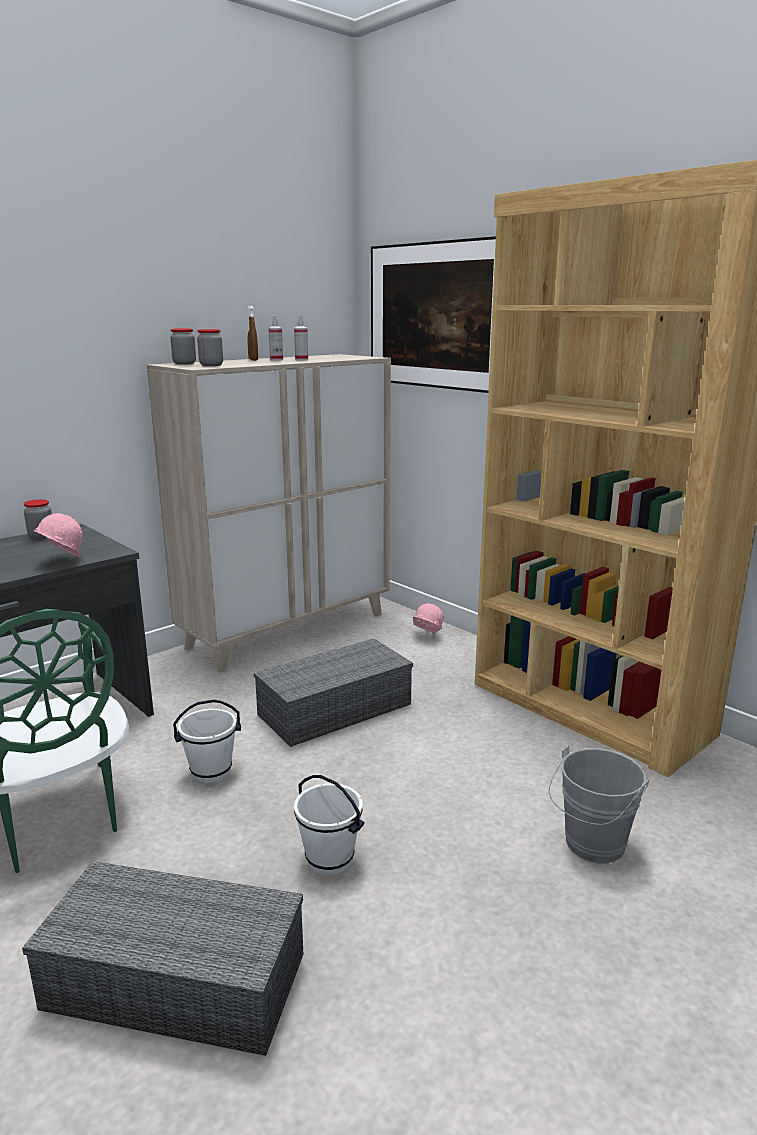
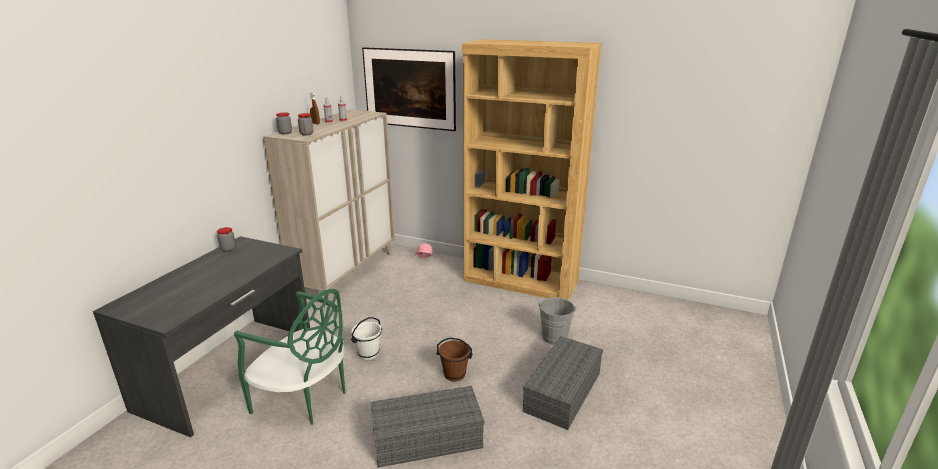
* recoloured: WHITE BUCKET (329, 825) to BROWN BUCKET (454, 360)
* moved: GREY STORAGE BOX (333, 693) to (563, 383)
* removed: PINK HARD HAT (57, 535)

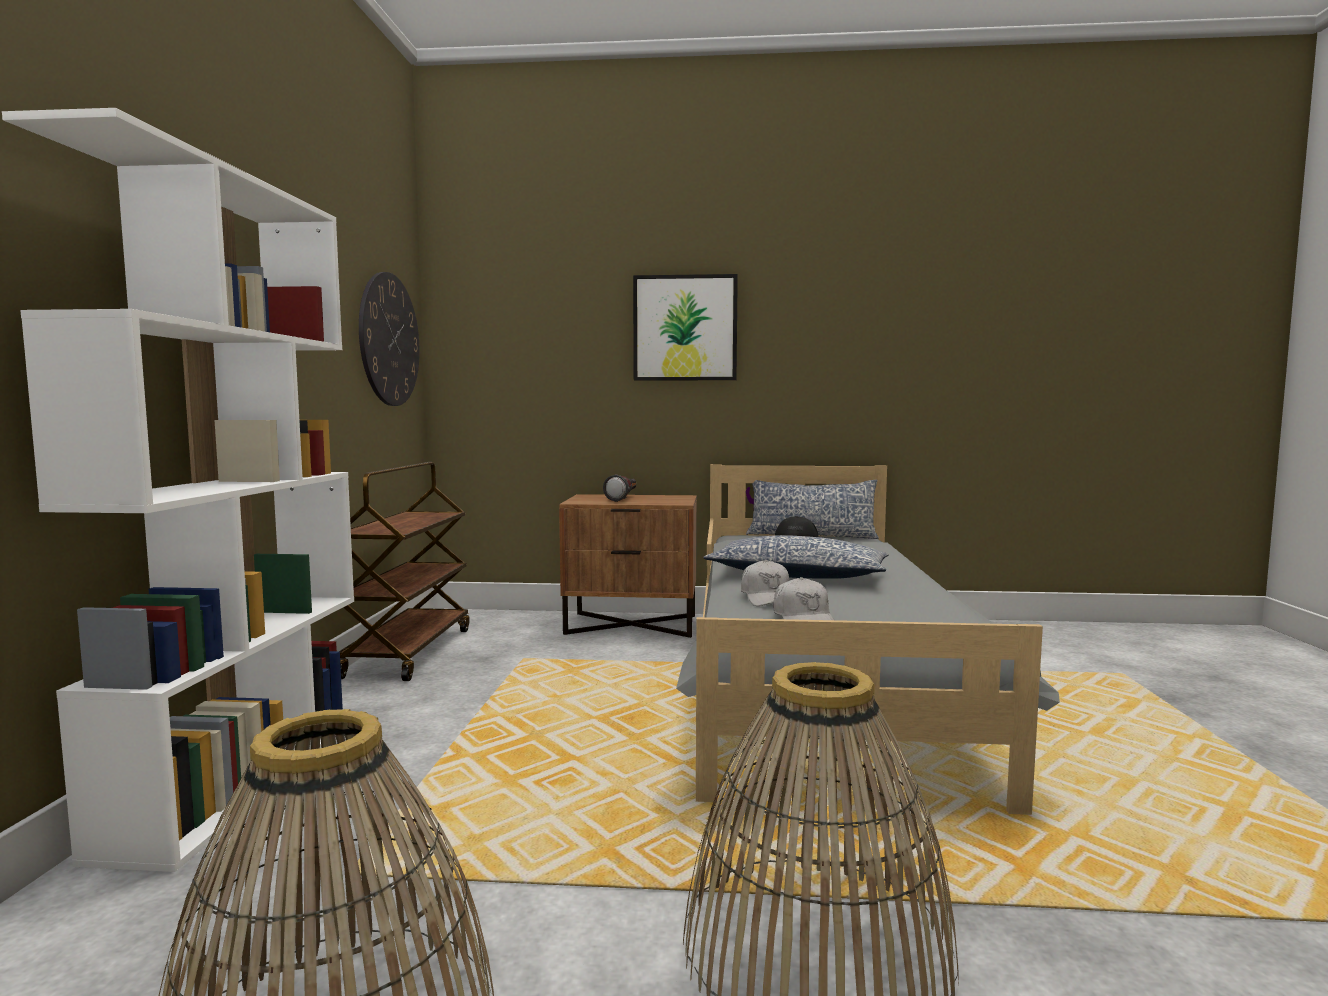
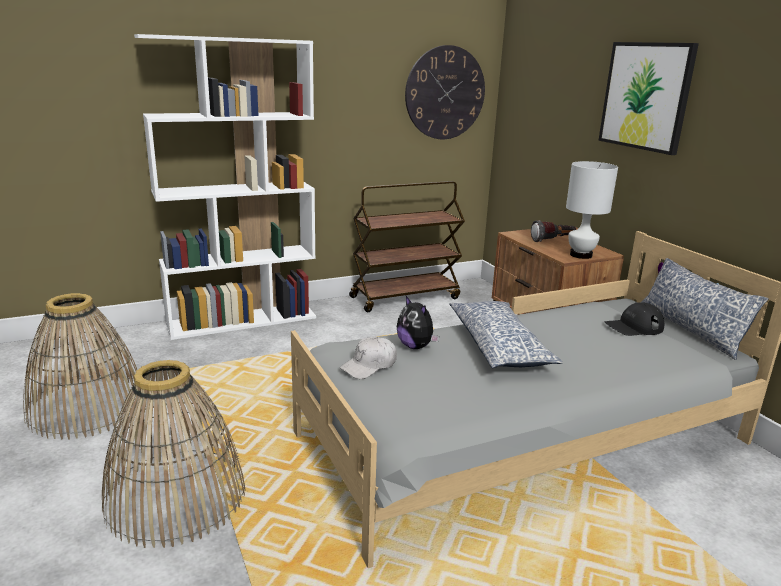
* replaced: WHITE CAP (765, 583) to PLUSH TOY (418, 322)
* added: WHITE TABLE LAMP (592, 210)

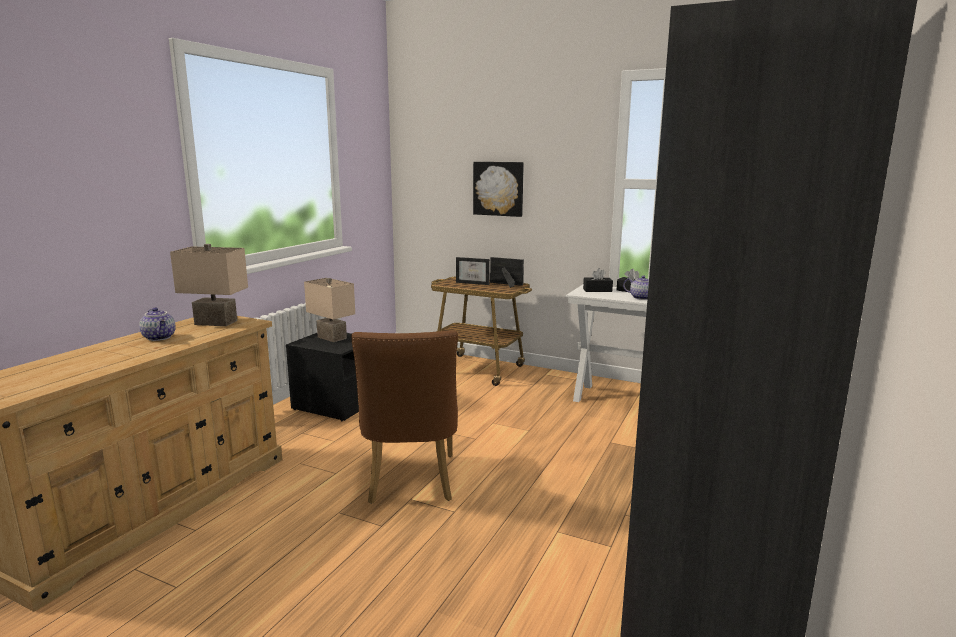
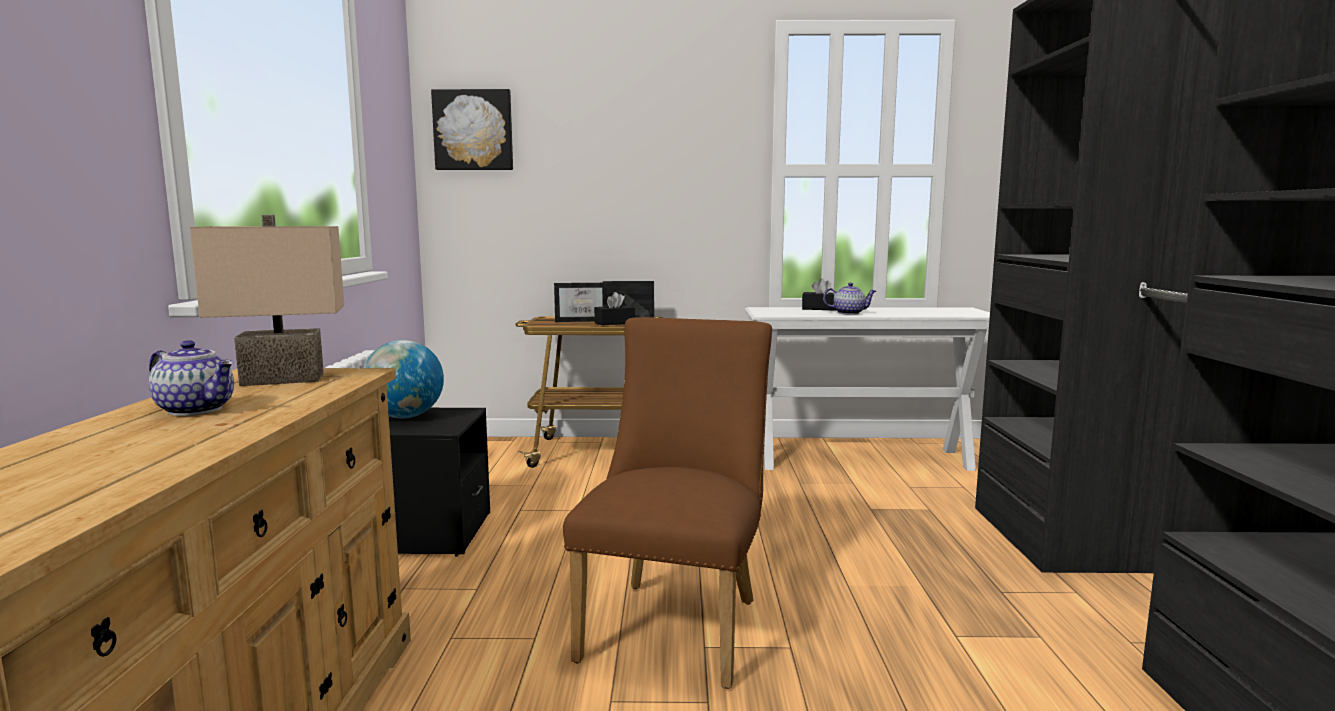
* replaced: BEIGE TABLE LAMP (329, 310) to GLOBE (403, 379)
* moved: PICTURE (498, 189) to (472, 129)
* turned: BROWN CHAIR (404, 417) = (667, 503) 135 degrees counterclockwise
* moved: BLACK TISSUE BOX (598, 280) to (614, 308)

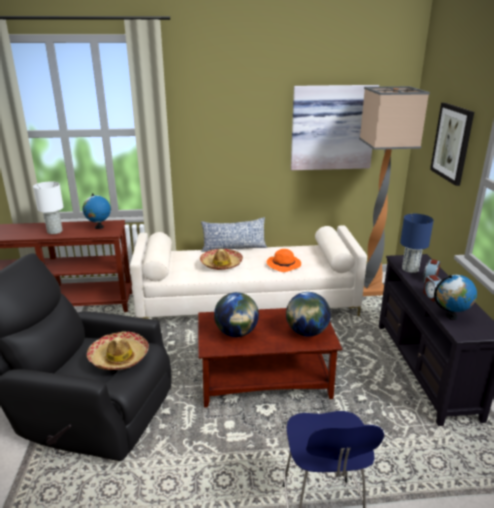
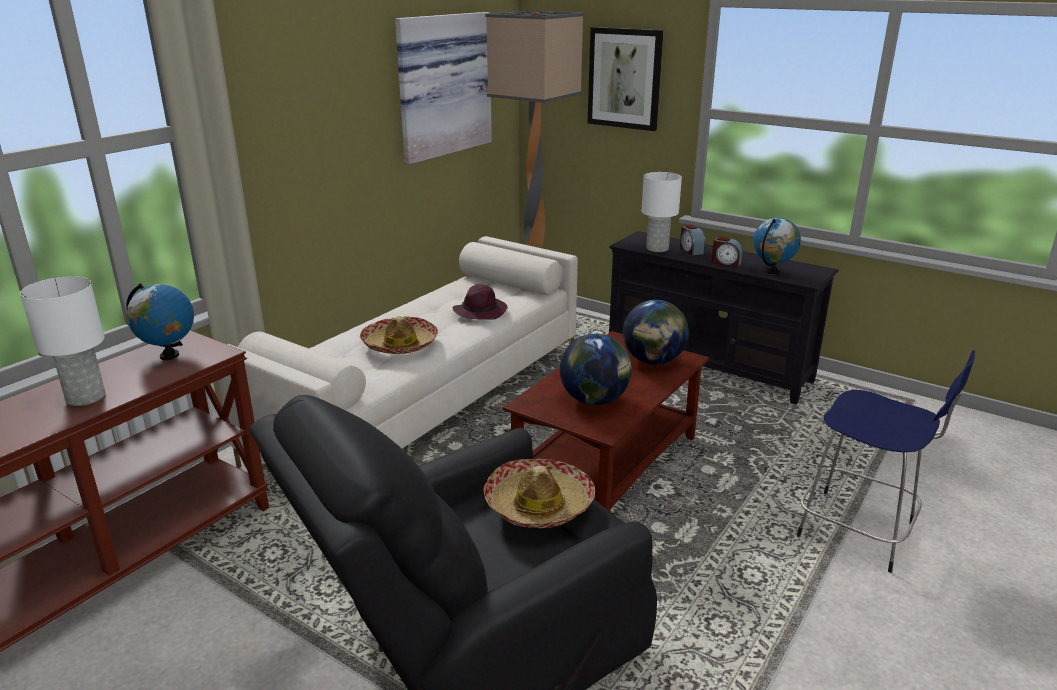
* recoloured: ORANGE HAT (284, 260) to PURPLE HAT (480, 302)
* recoloured: BLUE TABLE LAMP (417, 243) to WHITE TABLE LAMP (661, 212)
* removed: PILLOW (234, 234)

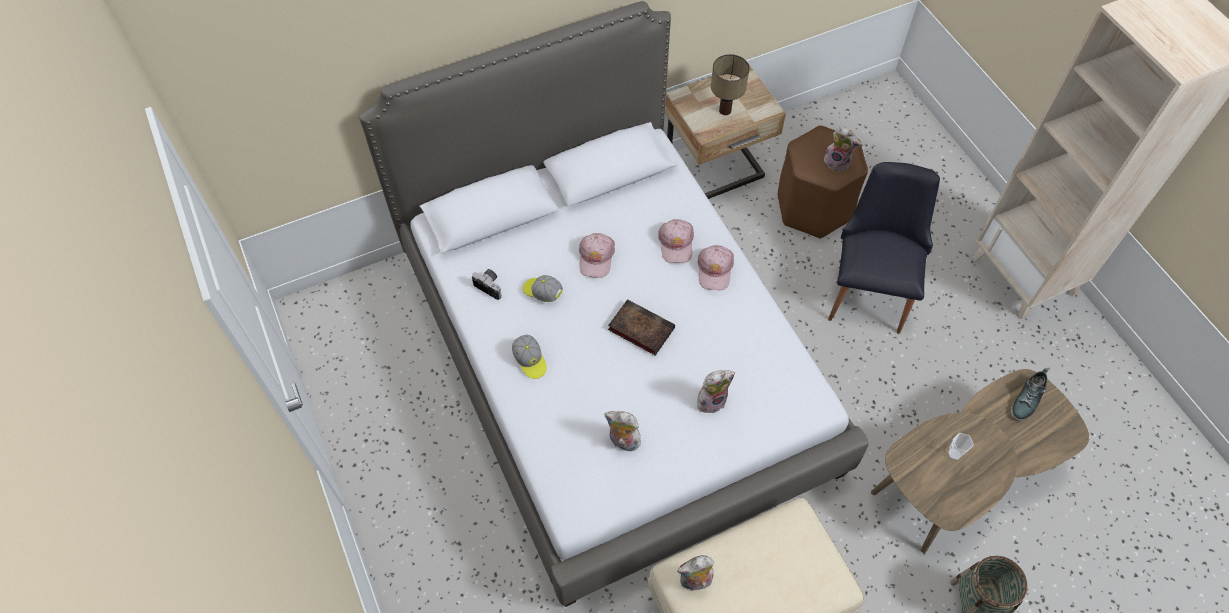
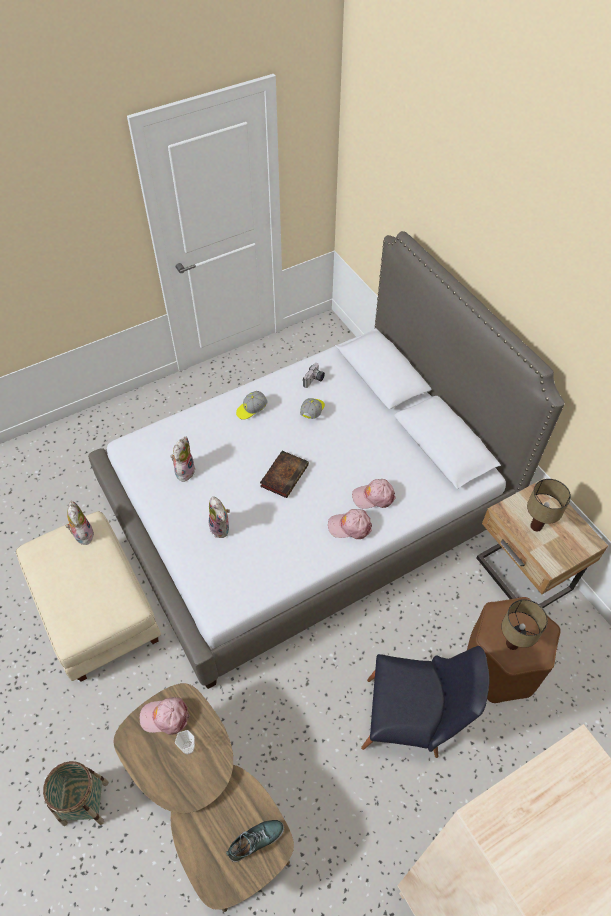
* moved: PINK CAP (597, 255) to (164, 716)
* turned: SHOE (1029, 394) = (255, 841) 120 degrees clockwise
* replaced: PLUSH TOY (842, 149) to TABLE LAMP (524, 624)

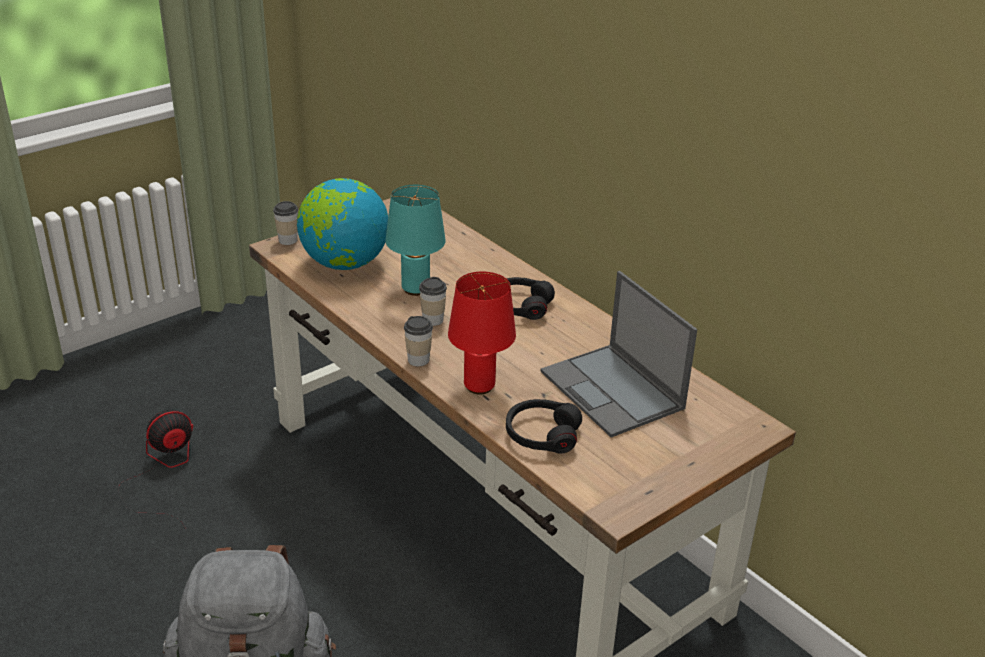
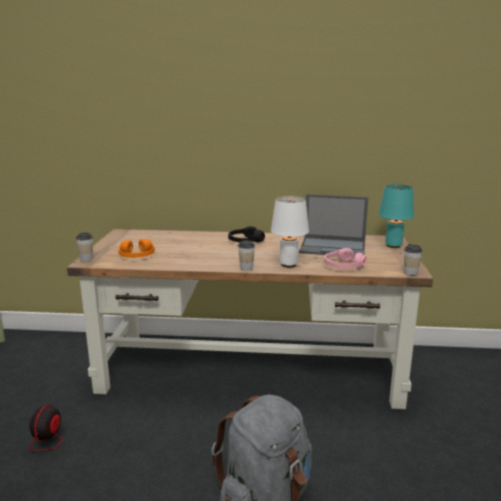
* replaced: GLOBE (342, 224) to ORANGE HEADPHONES (136, 248)
* recoloured: RED TABLE LAMP (482, 333) to WHITE TABLE LAMP (290, 232)
* recoloured: BLACK HEADPHONES (544, 426) to PINK HEADPHONES (345, 258)
* moved: TURQUOISE TABLE LAMP (416, 240) to (396, 216)
* moved: CUP (433, 301) to (413, 259)

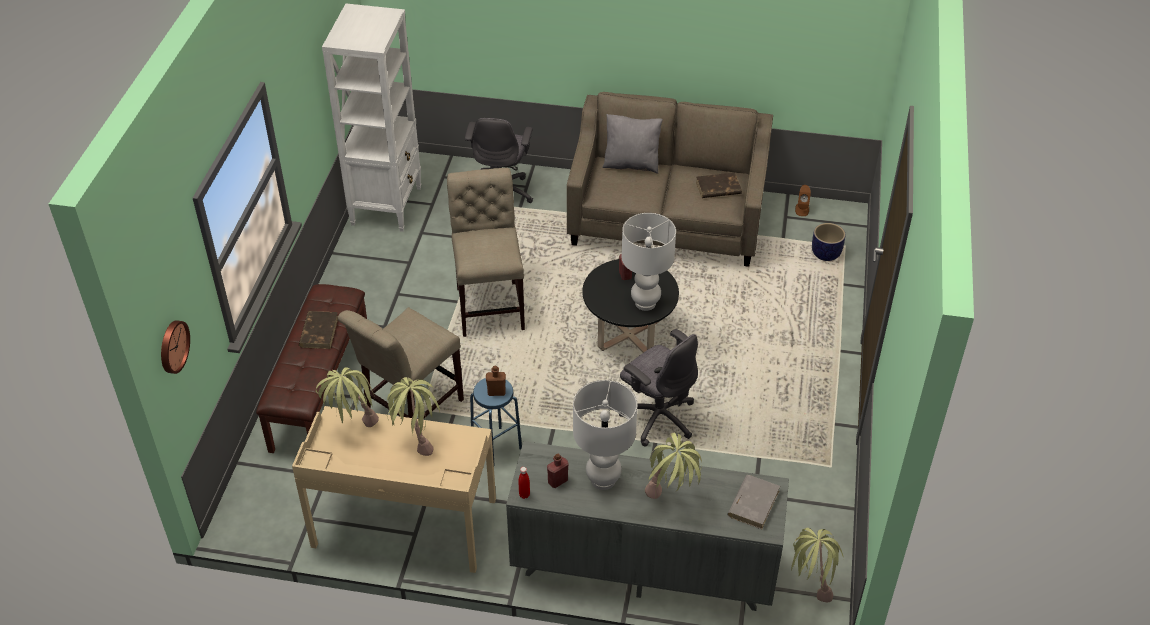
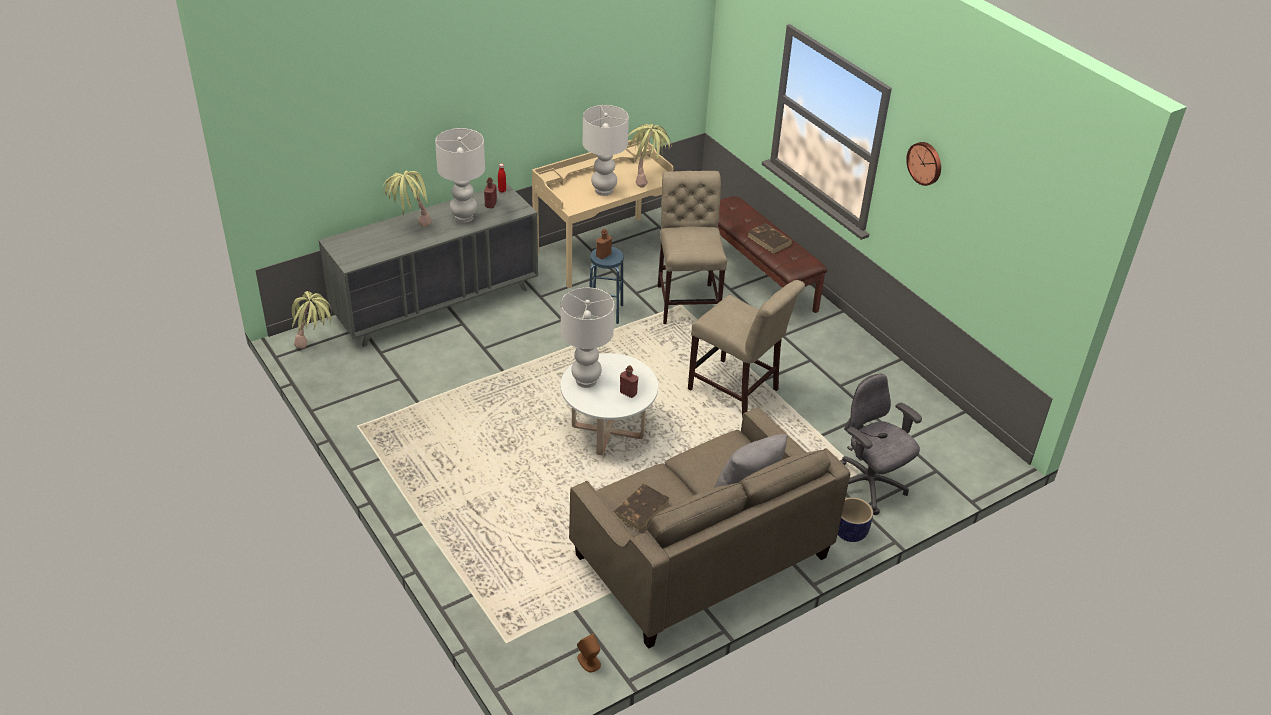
* recoloured: BLACK COFFEE TABLE (630, 306) to WHITE COFFEE TABLE (609, 404)
* replaced: POTTED PLANT (413, 416) to WHITE TABLE LAMP (606, 150)
* moved: PLANTER (829, 242) to (855, 519)
* moved: WALL CLOCK (175, 347) to (923, 164)
* removed: WHITE BOOKCASE (371, 118)
* removed: GREY OFFICE CHAIR (658, 388)
* removed: GREY BOOK (753, 502)

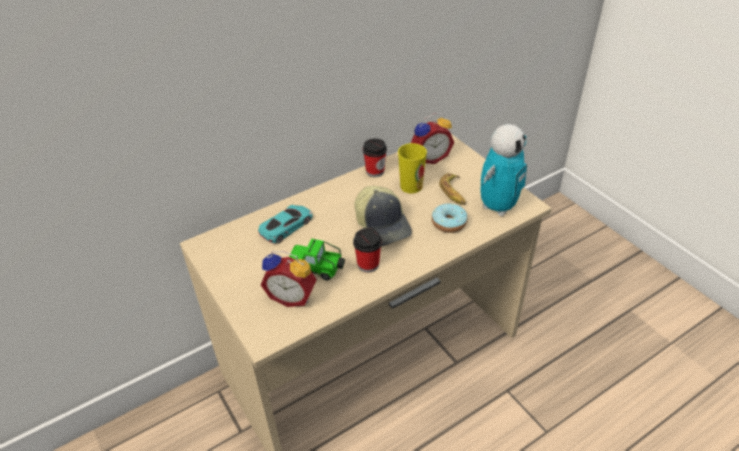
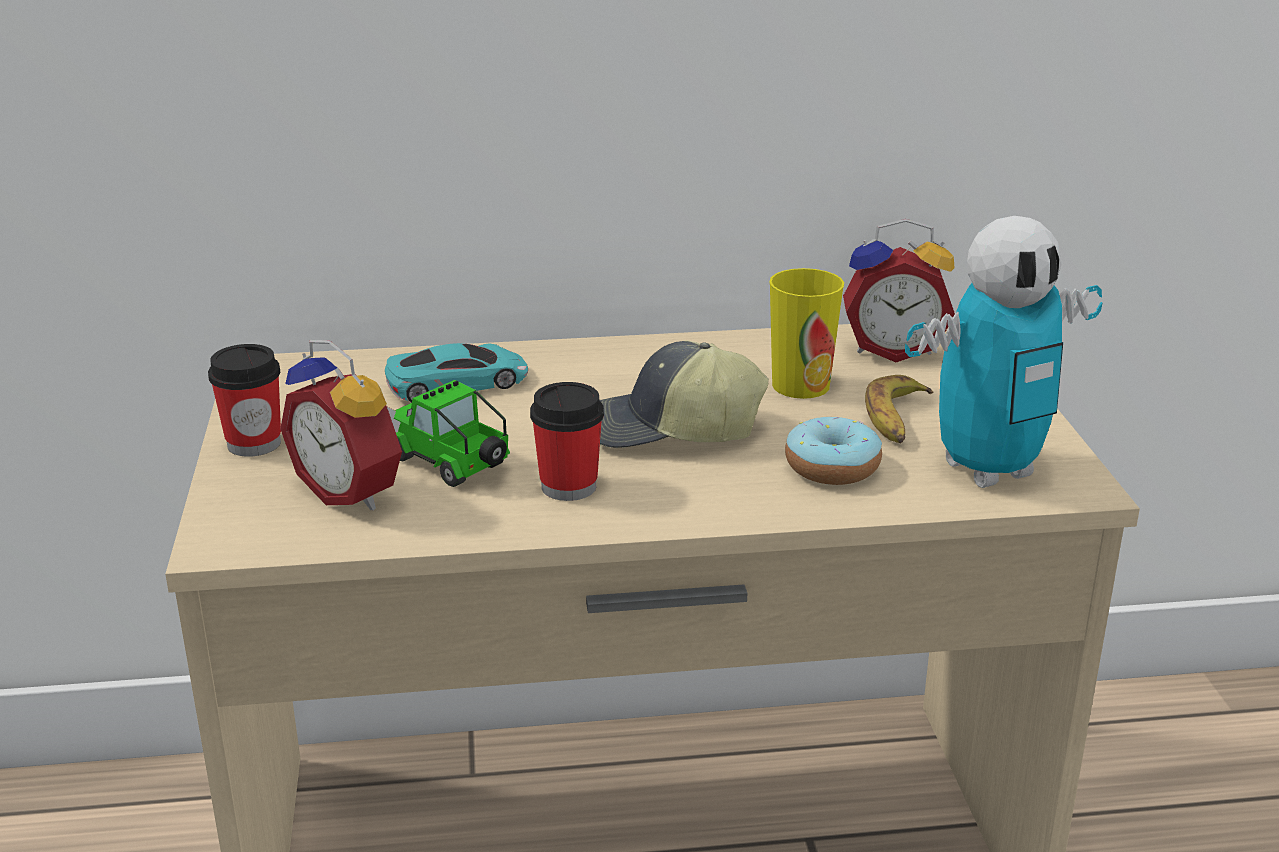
* moved: CUP (375, 157) to (244, 400)
* turned: CAP (383, 216) = (684, 394) 90 degrees clockwise

